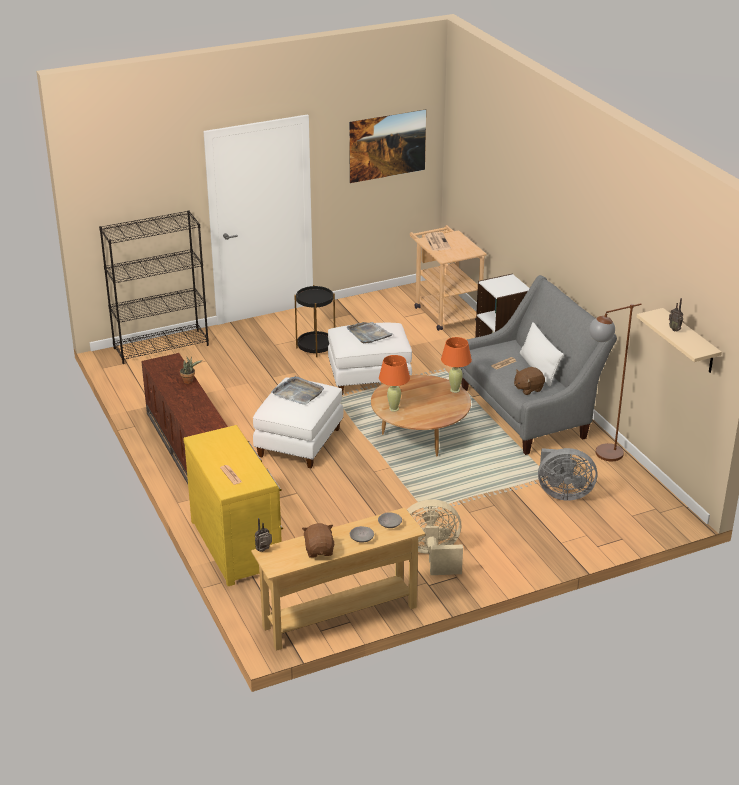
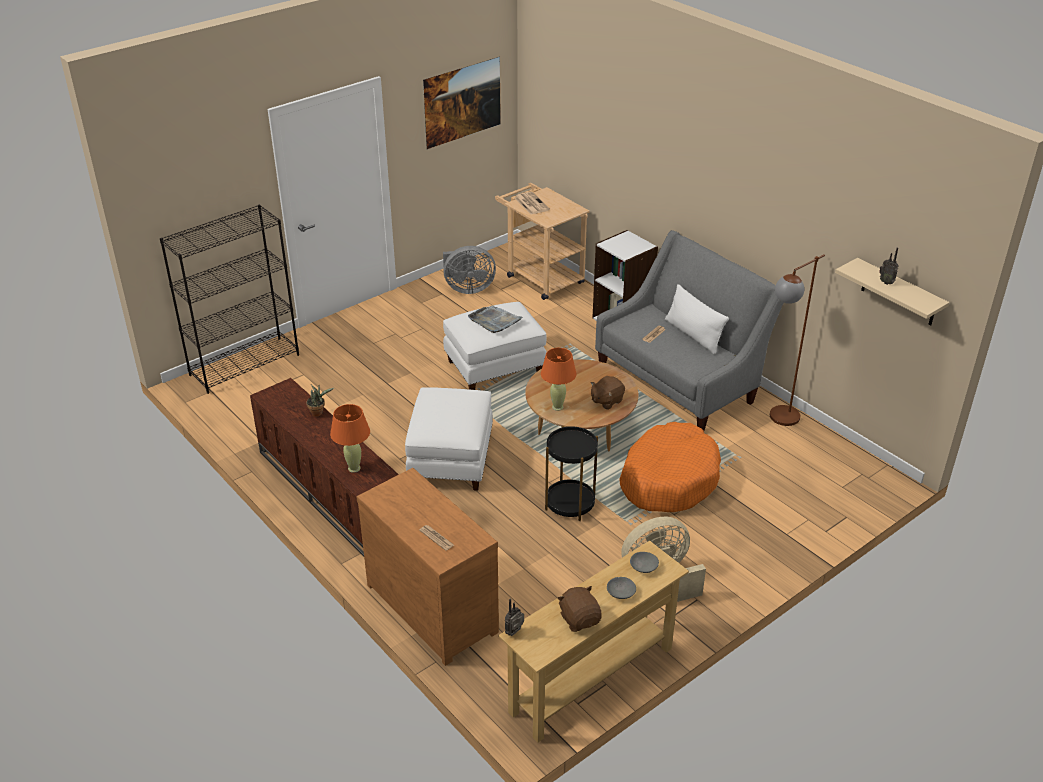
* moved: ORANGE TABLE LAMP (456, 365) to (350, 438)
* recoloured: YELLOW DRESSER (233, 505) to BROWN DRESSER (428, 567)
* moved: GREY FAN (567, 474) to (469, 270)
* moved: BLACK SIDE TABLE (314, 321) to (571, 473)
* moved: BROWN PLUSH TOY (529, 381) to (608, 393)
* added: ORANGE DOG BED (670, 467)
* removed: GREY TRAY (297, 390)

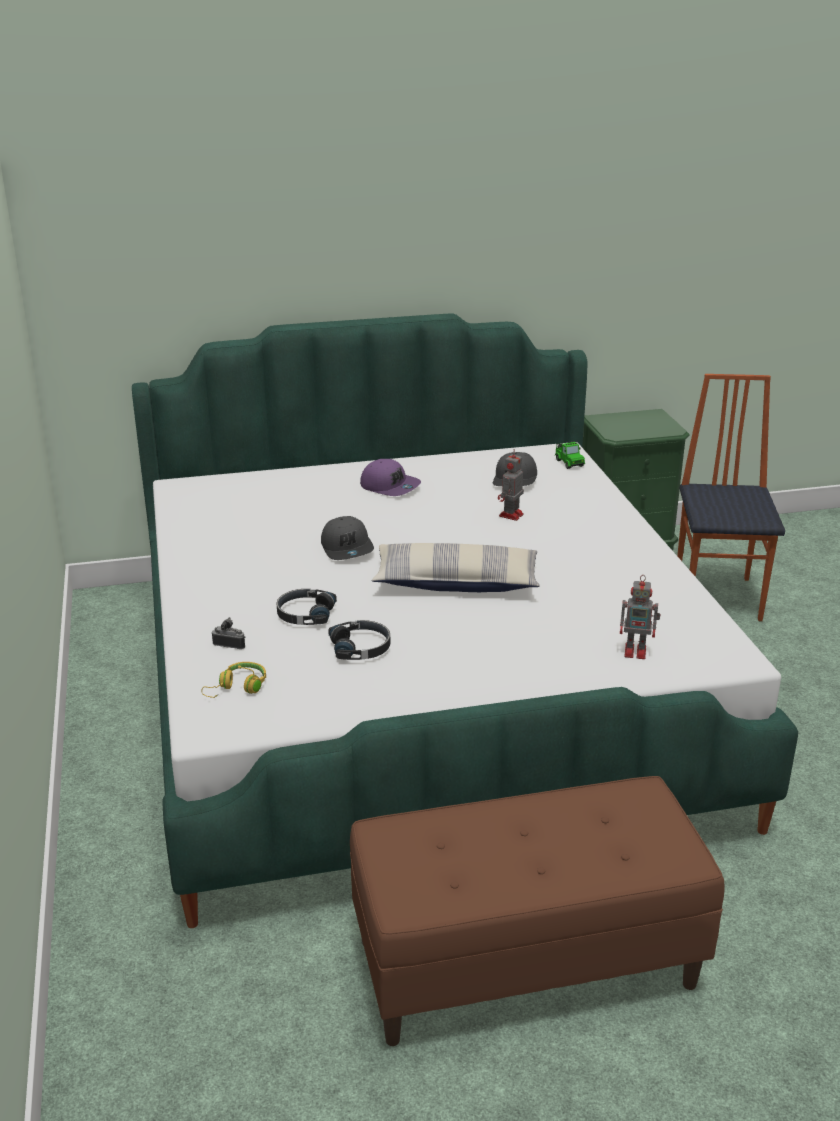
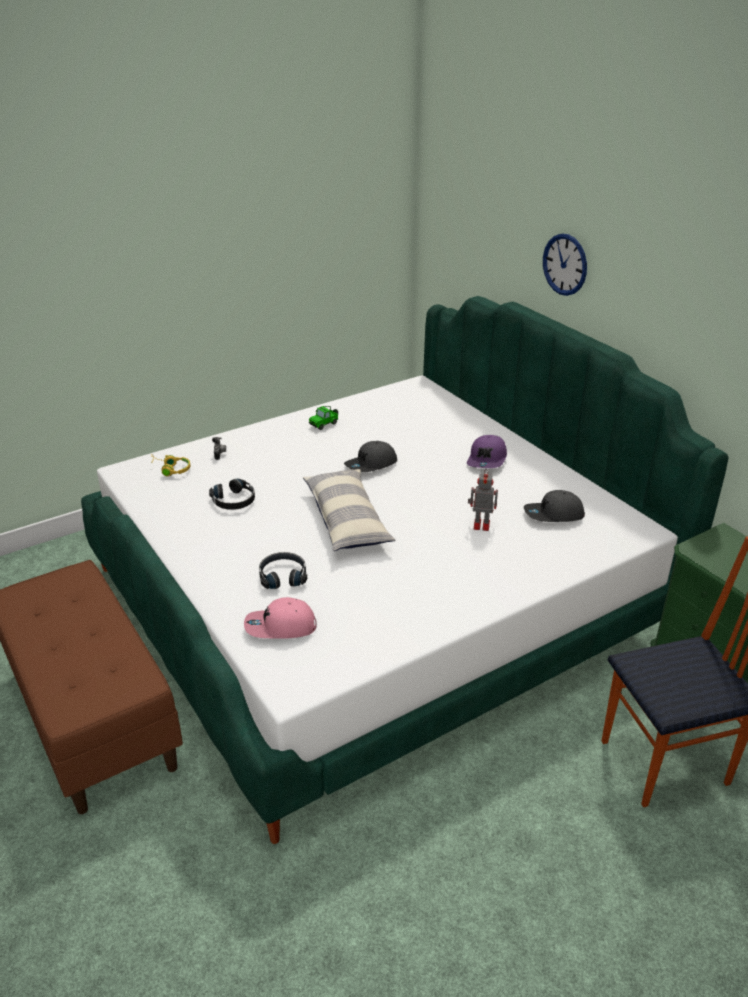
* replaced: TOY ROBOT (640, 617) to PINK CAP (280, 618)
* moved: BLACK HEADPHONES (307, 607) to (283, 570)
* moved: TOY CAR (570, 455) to (323, 418)
* added: WALL CLOCK (565, 265)

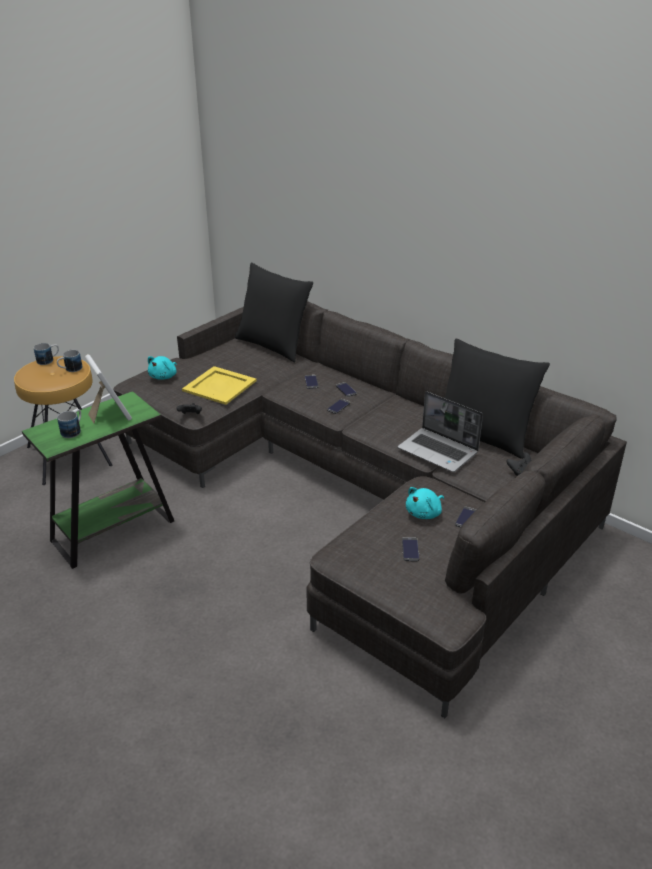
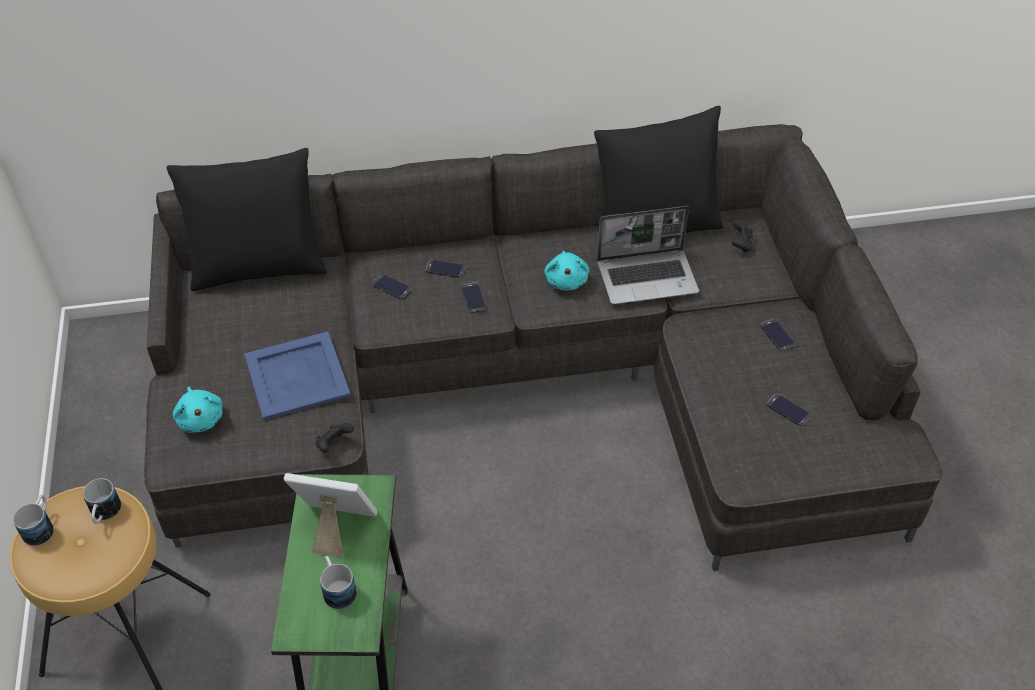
* recoloured: YELLOW TRAY (219, 385) to BLUE TRAY (297, 375)
* moved: TURQUOISE PLUSH TOY (425, 503) to (566, 270)

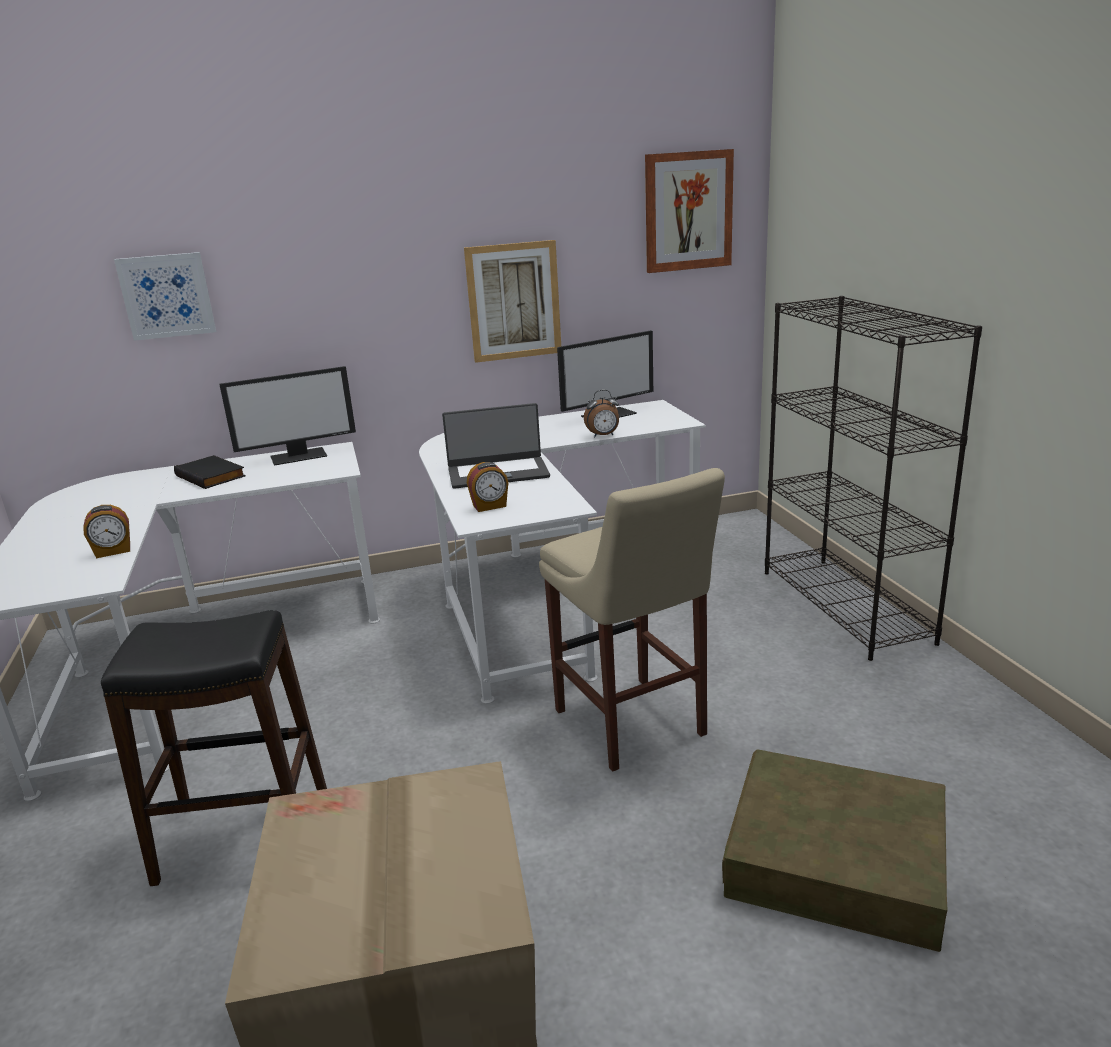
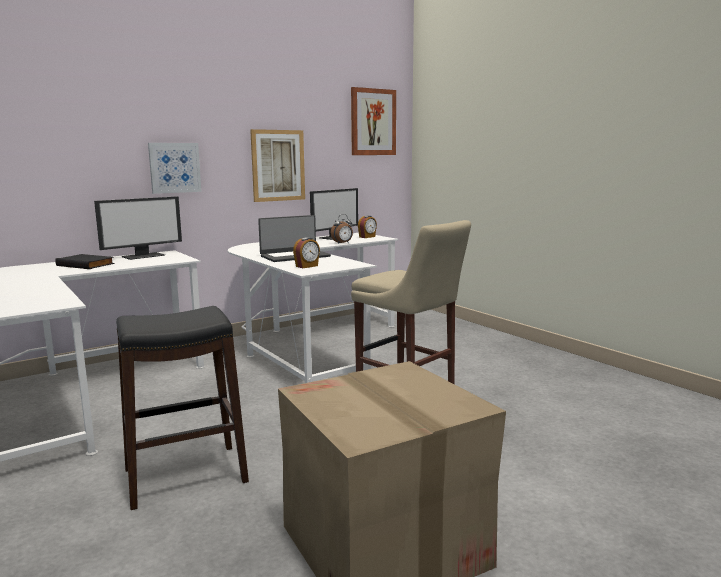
* moved: PICTURE (165, 296) to (175, 168)
* moved: ALARM CLOCK (106, 531) to (367, 227)
* removed: BROWN STORAGE BOX (835, 850)
* removed: BLACK BOOKCASE (873, 478)

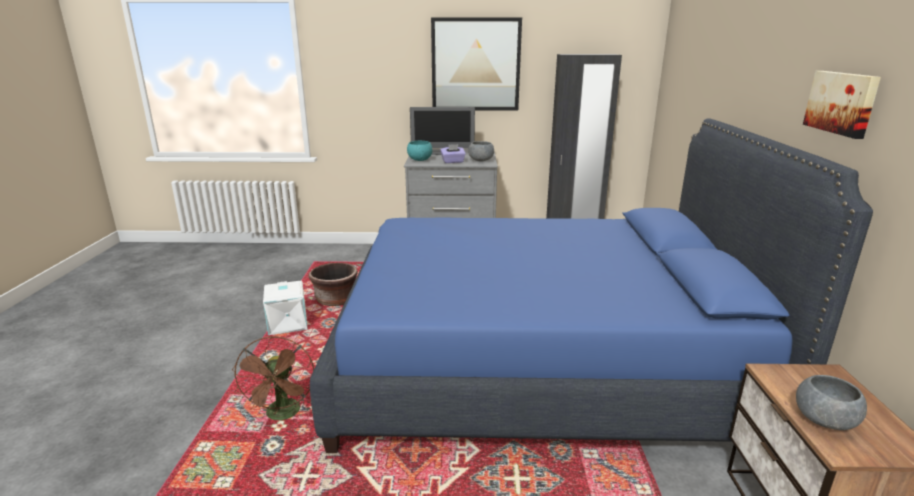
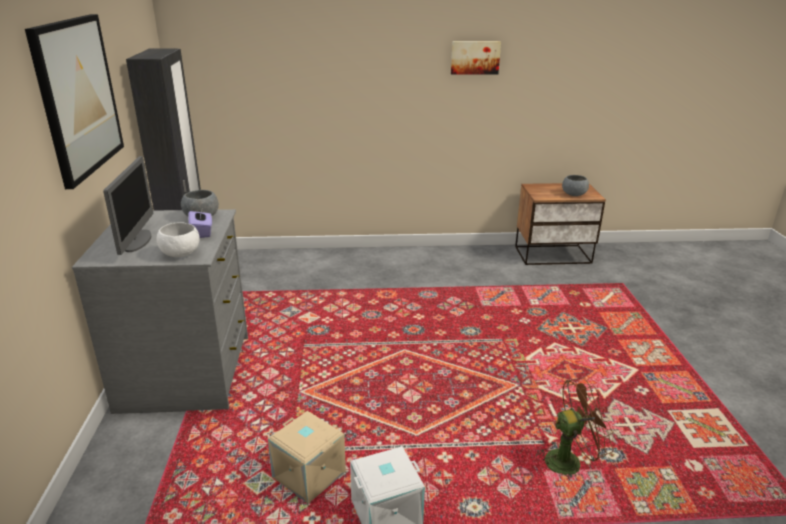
* recoloured: TURQUOISE BOWL (420, 151) to WHITE BOWL (178, 239)
* replaced: BROWN PLANTER (333, 284) to BEIGE STORAGE BOX (307, 457)
* removed: BLUE BED (591, 285)

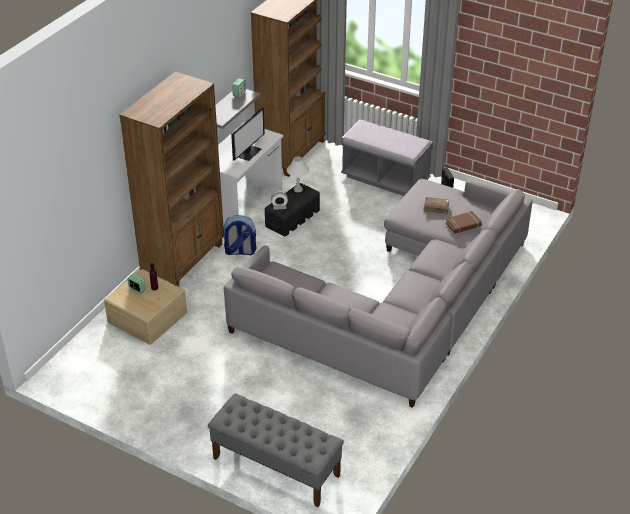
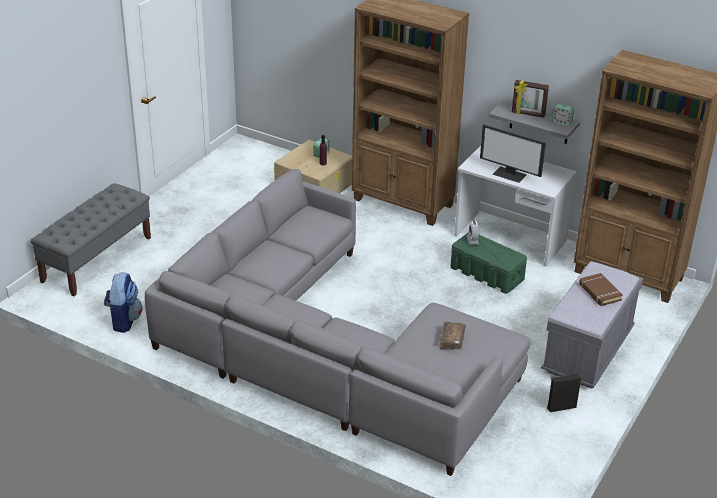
* moved: BACKPACK (239, 235) to (123, 302)
* recoloured: BLACK STORAGE BOX (292, 209) to GREEN STORAGE BOX (489, 263)
* added: PICTURE FRAME (530, 99)
* moved: BROWN BOOK (464, 222) to (601, 289)
* removed: WHITE TABLE LAMP (298, 174)

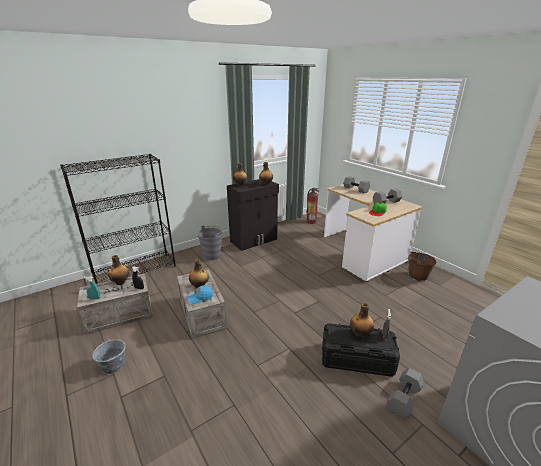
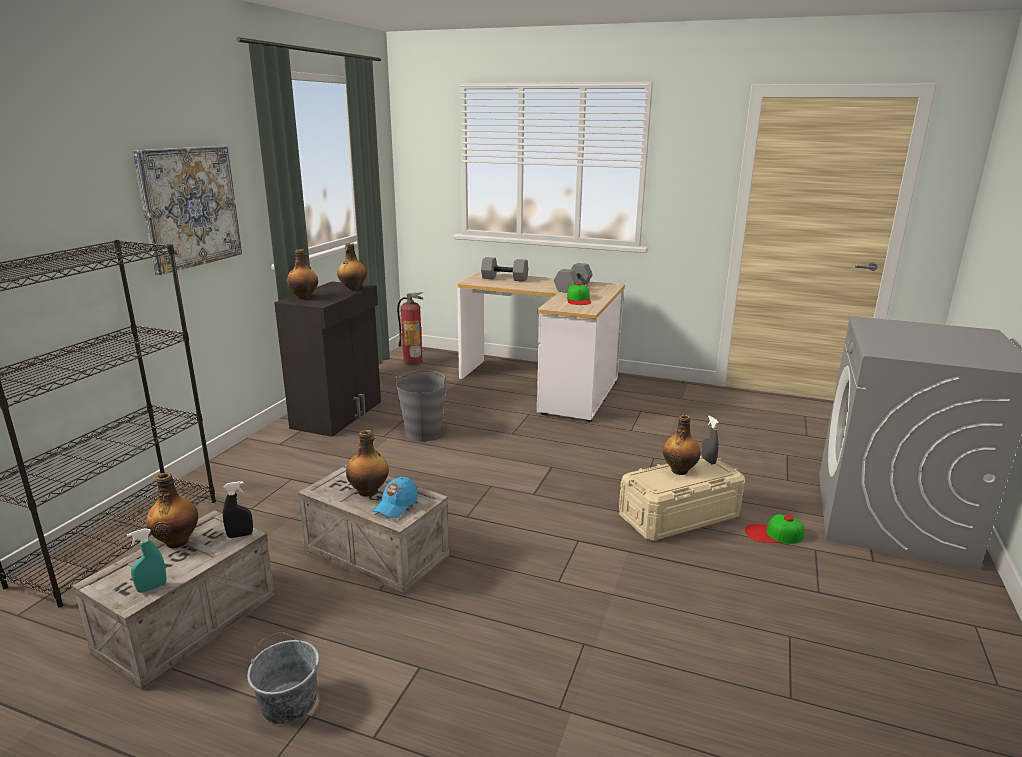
* added: PICTURE (187, 210)
* moved: GREY BUCKET (210, 243) to (422, 405)
* recoloured: BLACK STORAGE BOX (361, 350) to BEIGE STORAGE BOX (682, 498)
* replaced: GREY DUMBBELL (405, 393) to CAP (774, 529)
* removed: BROWN BUCKET (422, 267)

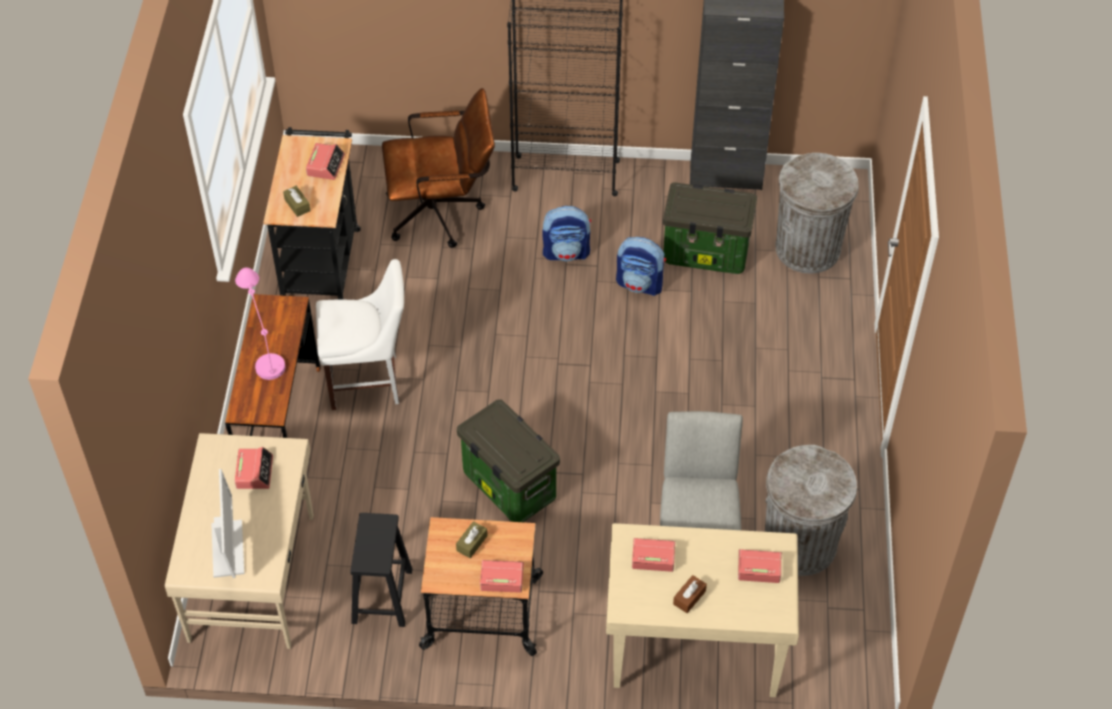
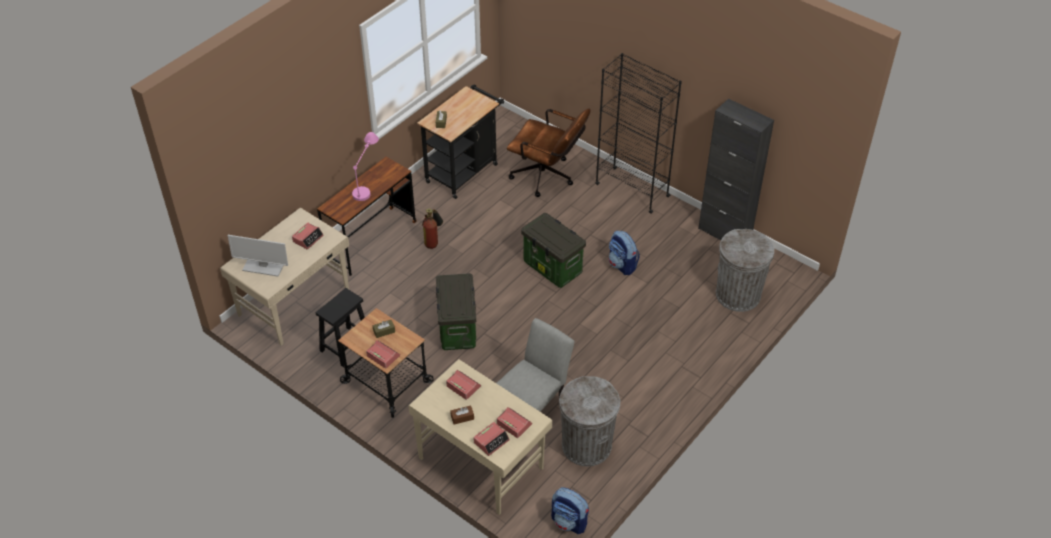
* turned: MONITOR (227, 523) = (258, 256) 75 degrees clockwise
* replaced: WHITE CHAIR (360, 334) to FIRE EXTINGUISHER (432, 228)
* moved: ALARM CLOCK (325, 161) to (491, 439)
* moved: STORAGE BOX (710, 228) to (553, 250)
* moved: BACKPACK (567, 233) to (570, 510)

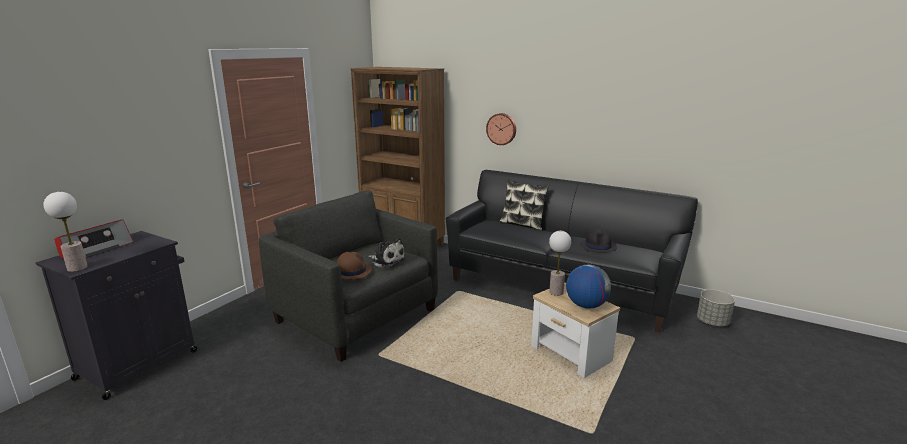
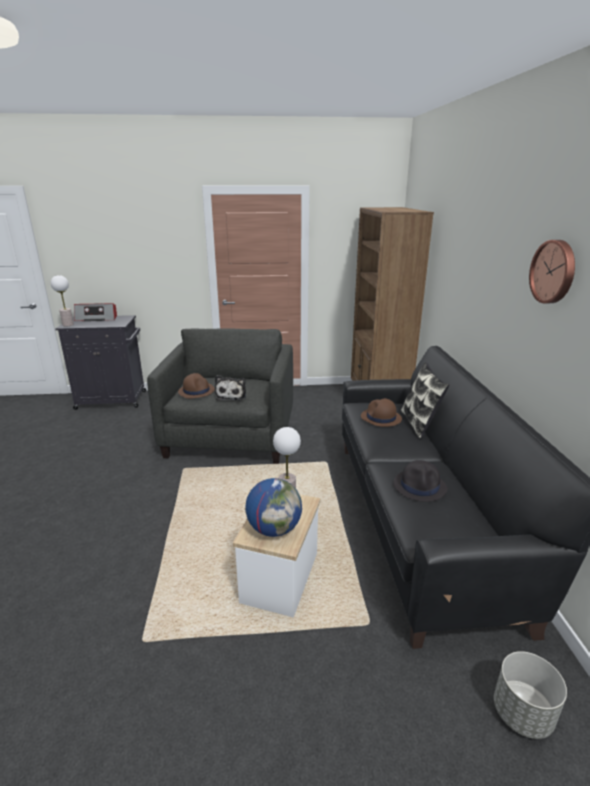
* added: BROWN HAT (381, 412)
* moved: WALL CLOCK (501, 129) to (552, 271)

